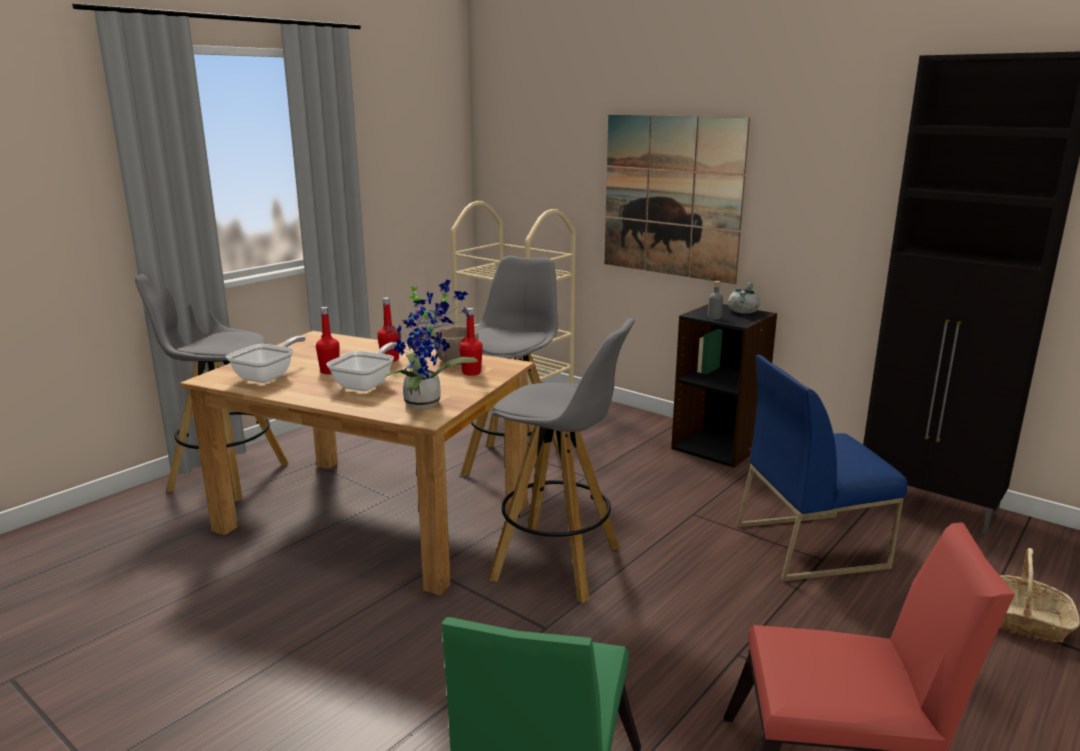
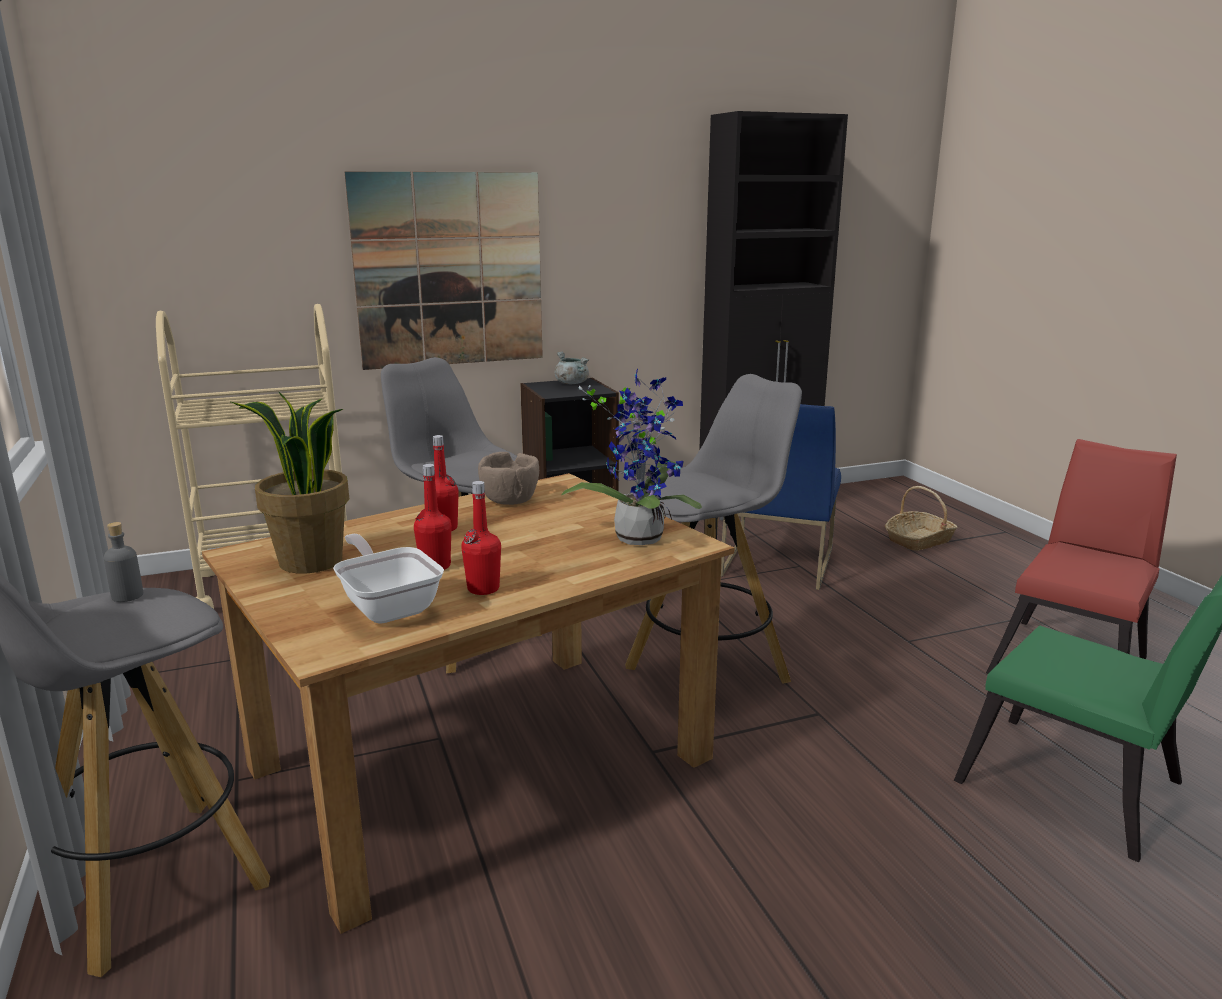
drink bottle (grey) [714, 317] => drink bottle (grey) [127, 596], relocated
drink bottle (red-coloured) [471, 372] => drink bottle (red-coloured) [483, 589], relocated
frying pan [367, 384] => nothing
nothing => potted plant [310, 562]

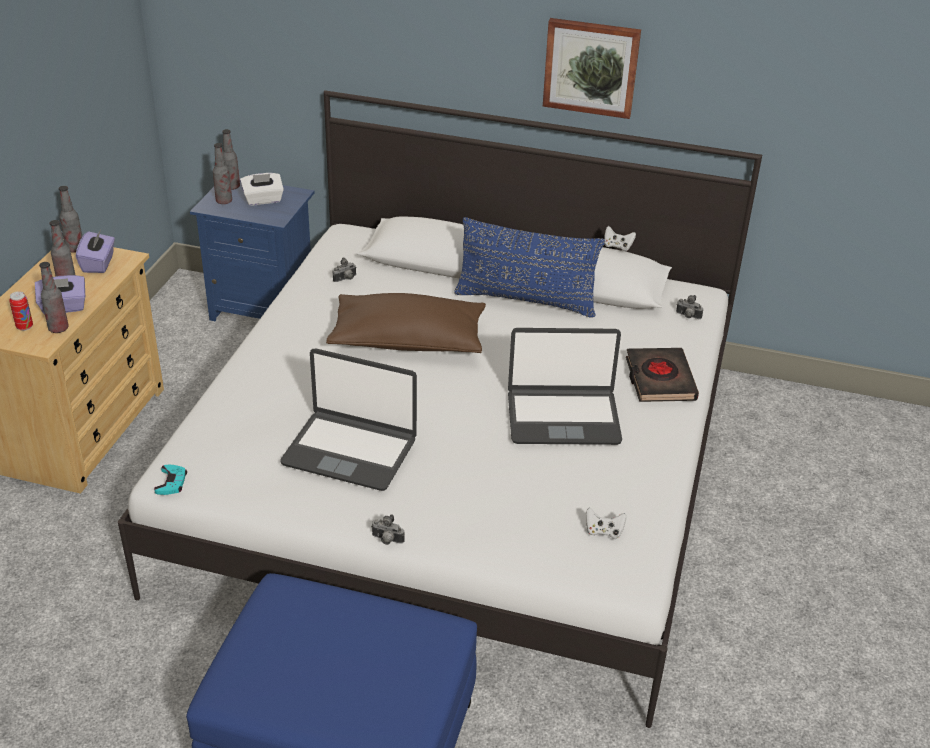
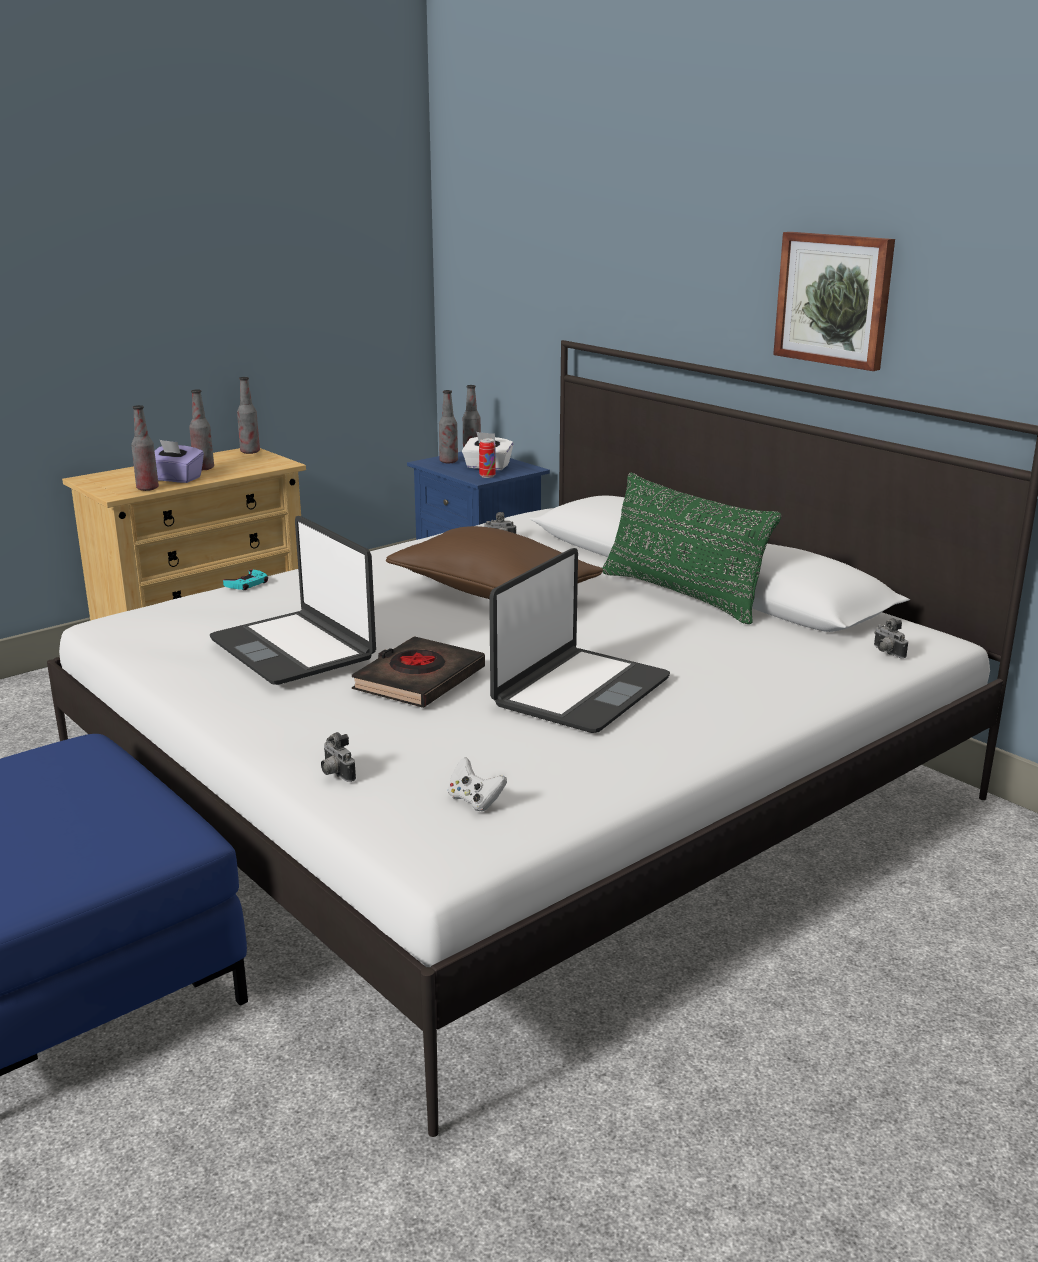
throw pillow (bluish) [526, 300] => throw pillow (green) [682, 594]
game controller (white) [617, 246] => nothing
tissue box (purple) [98, 263] => nothing
can [24, 327] => can [487, 476], relocated
notebook computer [563, 417] => notebook computer [579, 691], 90 degrees counterclockwise
volume (black-coloured) [659, 380] => volume (black-coloured) [419, 680], relocated
game controller (blue-green) [171, 482] => game controller (blue-green) [247, 584], relocated
photo camera [386, 540] => photo camera [335, 774], relocated

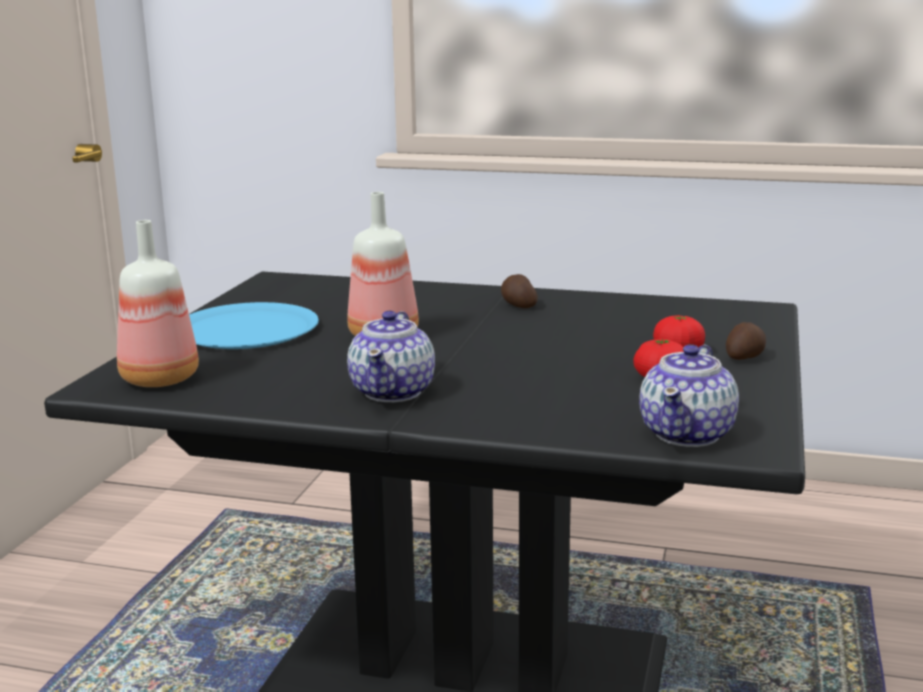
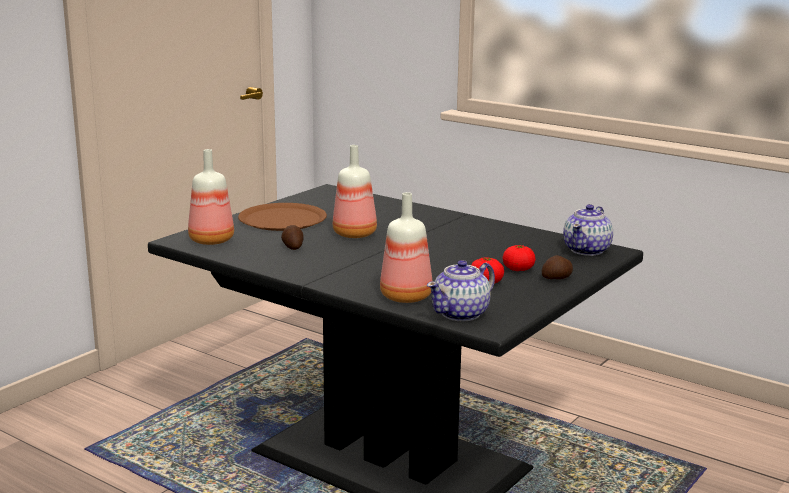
spud [518, 305] => spud [292, 246], relocated
dinner plate (bluish) [247, 329] => dinner plate (brownish) [282, 219]
tea pot [393, 391] => tea pot [587, 250], relocated
nothing => drink bottle [407, 296]

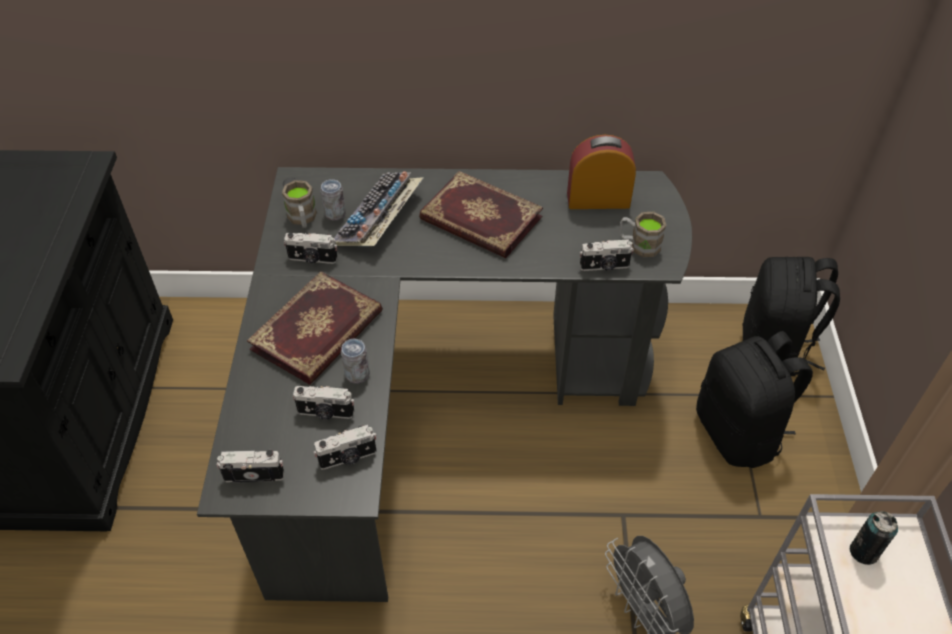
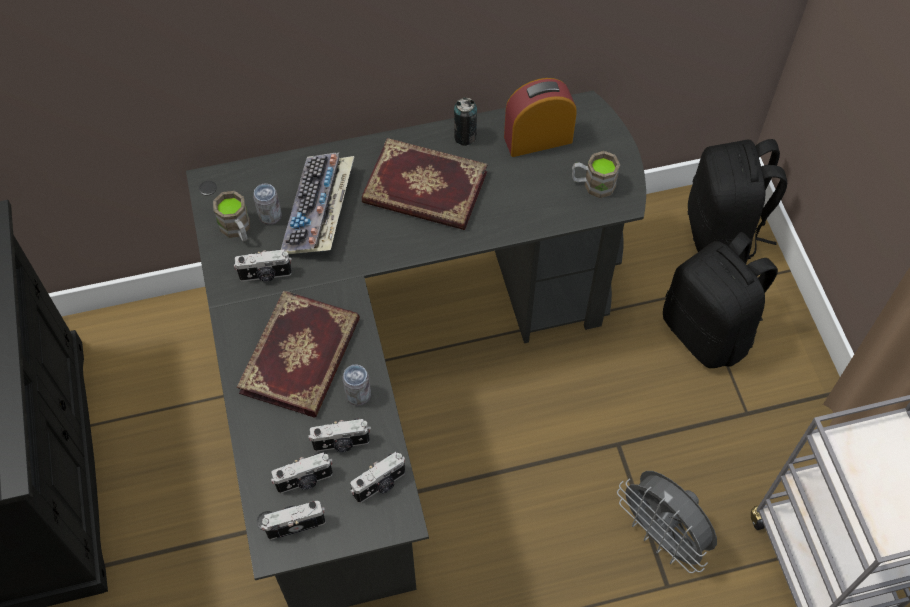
photo camera [604, 266] => photo camera [305, 481], relocated
can [863, 551] => can [465, 137], relocated

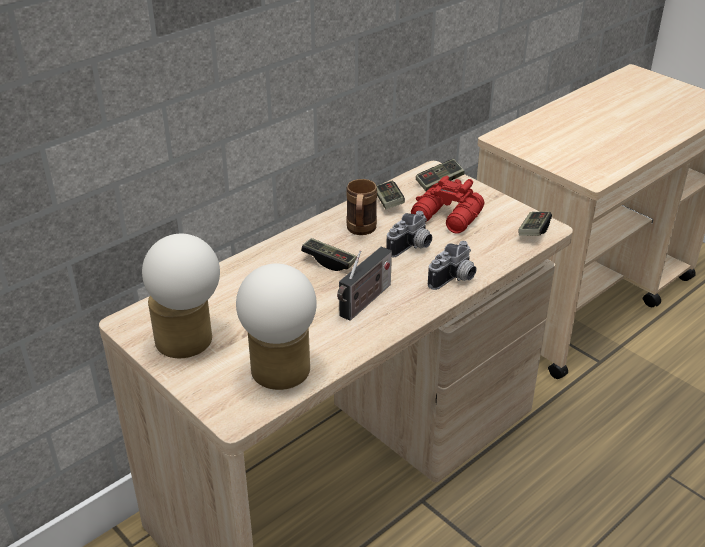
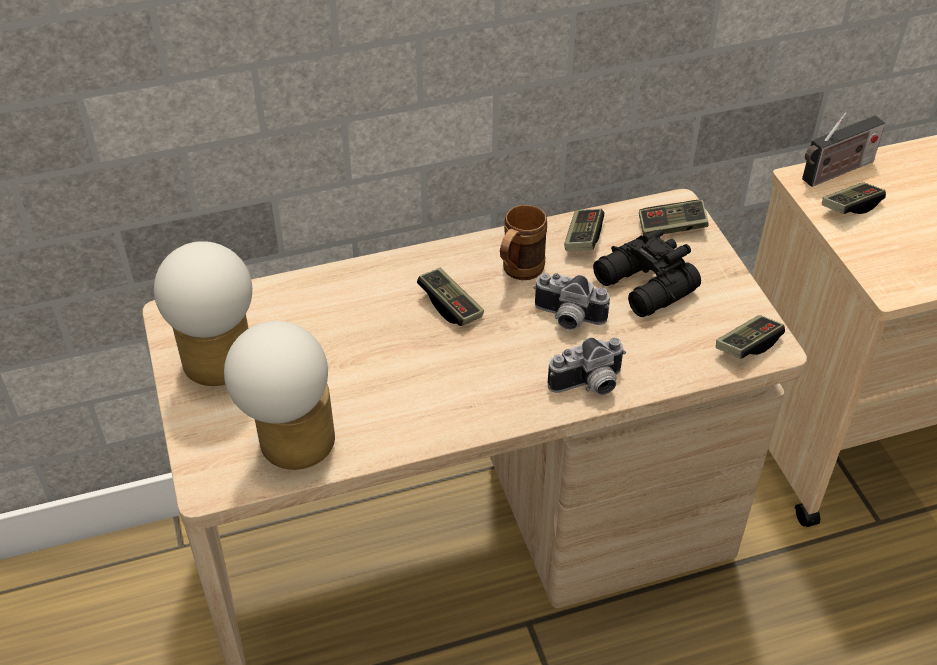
pair of binoculars (red-coloured) [447, 218] => pair of binoculars (black-coloured) [644, 287]
photo camera [412, 247] => photo camera [567, 319], 45 degrees clockwise
radio receiver [364, 302] => radio receiver [835, 172], relocated
nothing => game controller [850, 207]

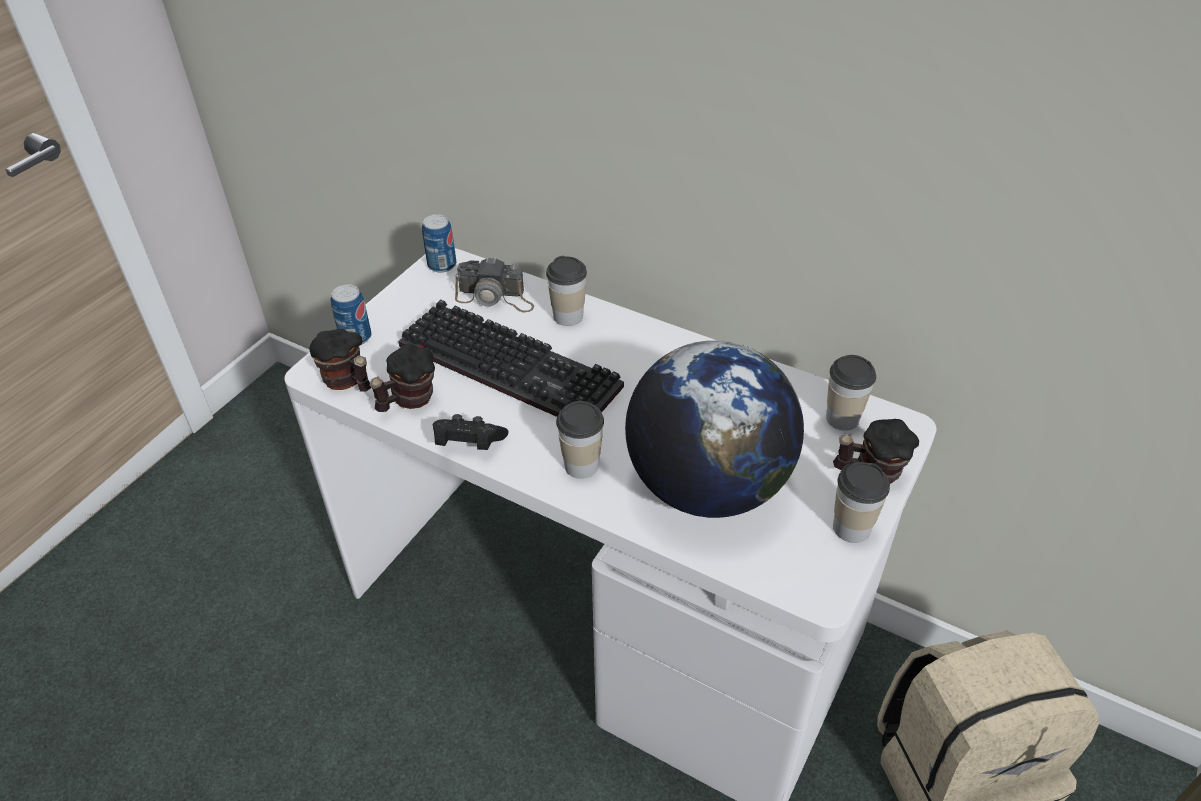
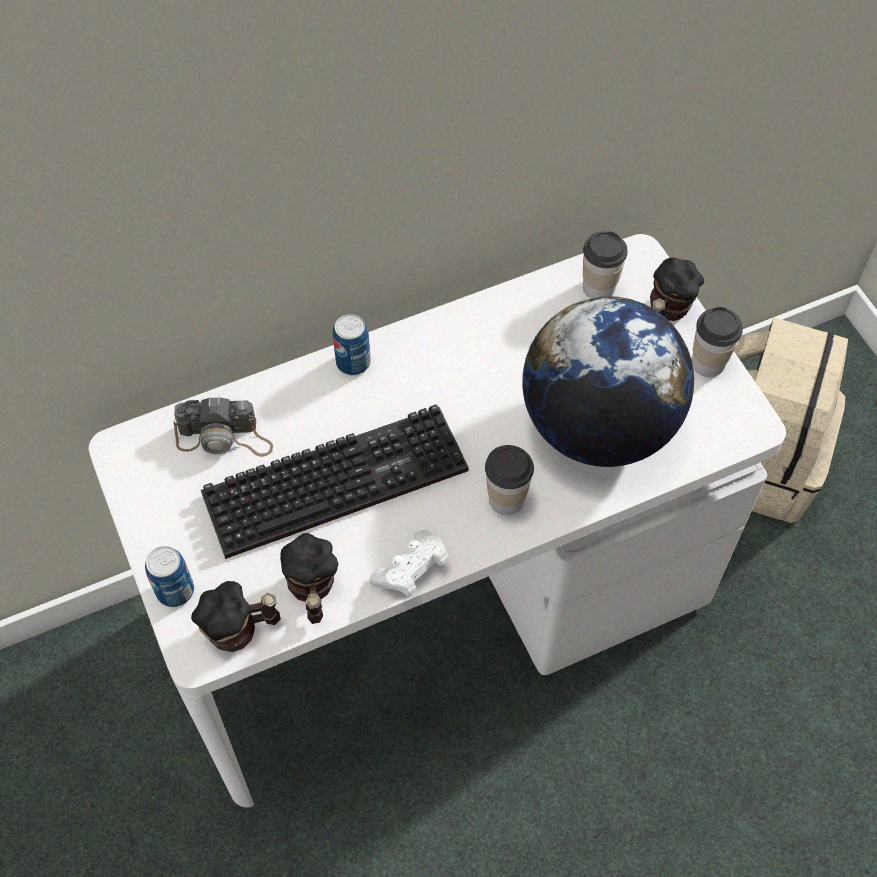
can [442, 265] => can [353, 362], relocated
cup [568, 316] => nothing
photo camera [495, 298] => photo camera [224, 437], 45 degrees clockwise
game controller (black-coloured) [468, 444] => game controller (white) [411, 571]

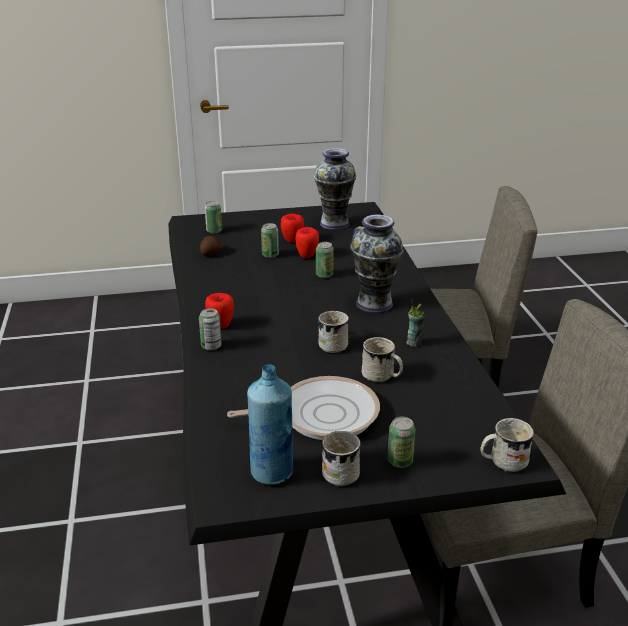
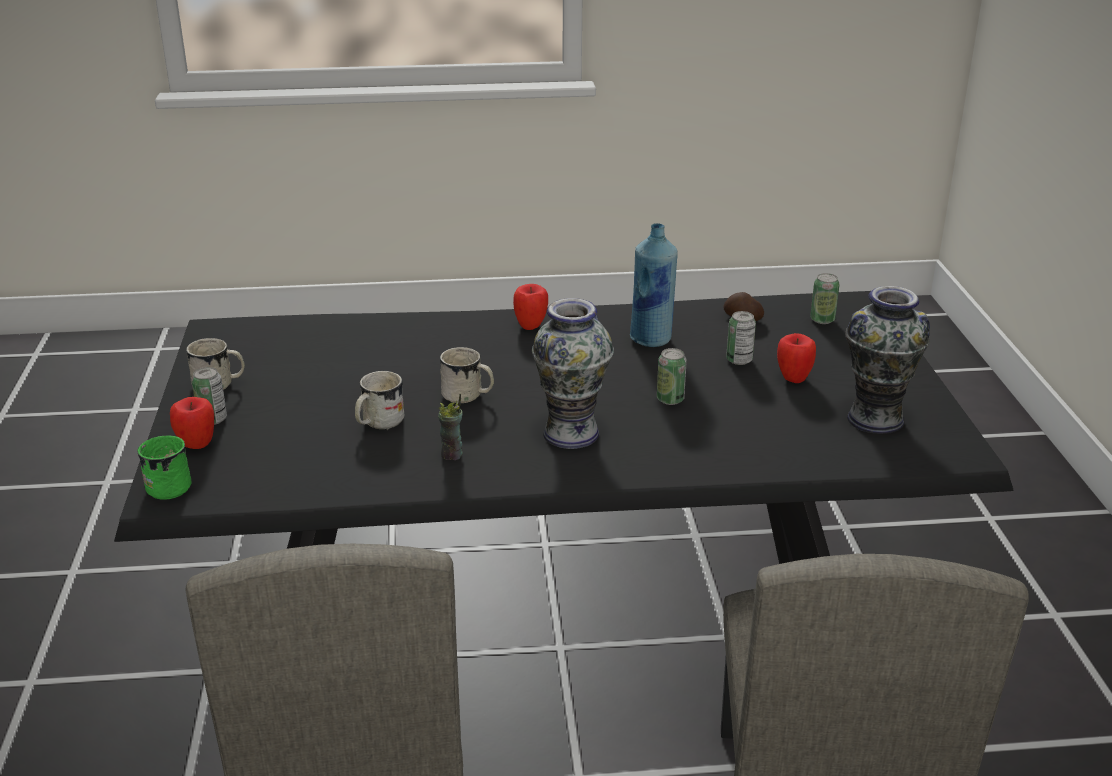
apple fruit [307, 256] => apple fruit [197, 445], relocated
can [211, 346] => nothing
drink bottle (bluish) [272, 472] => drink bottle (bluish) [651, 339], relocated
frying pan [322, 415] => nothing
mug (white) [502, 461] => mug (green) [171, 484]

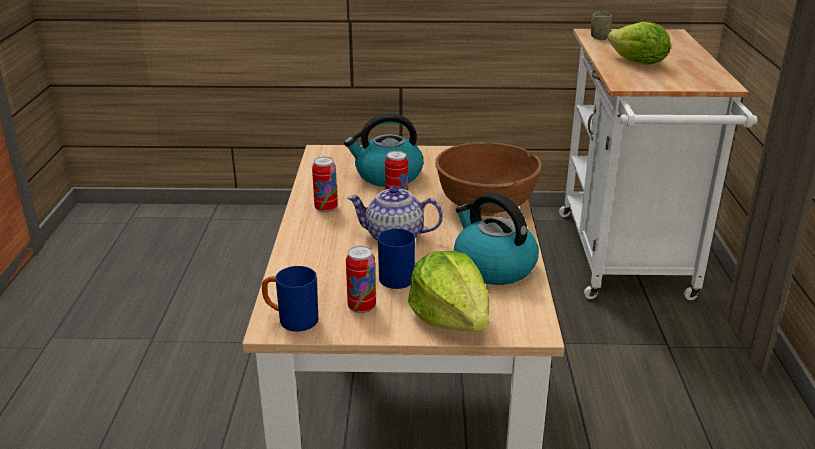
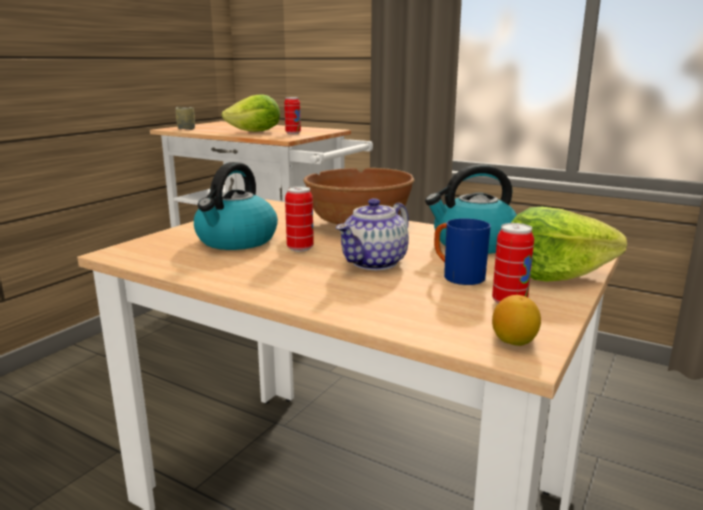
can [326, 208] => can [293, 133], relocated
mug (bluish) [291, 320] => citrus fruit [514, 342]

